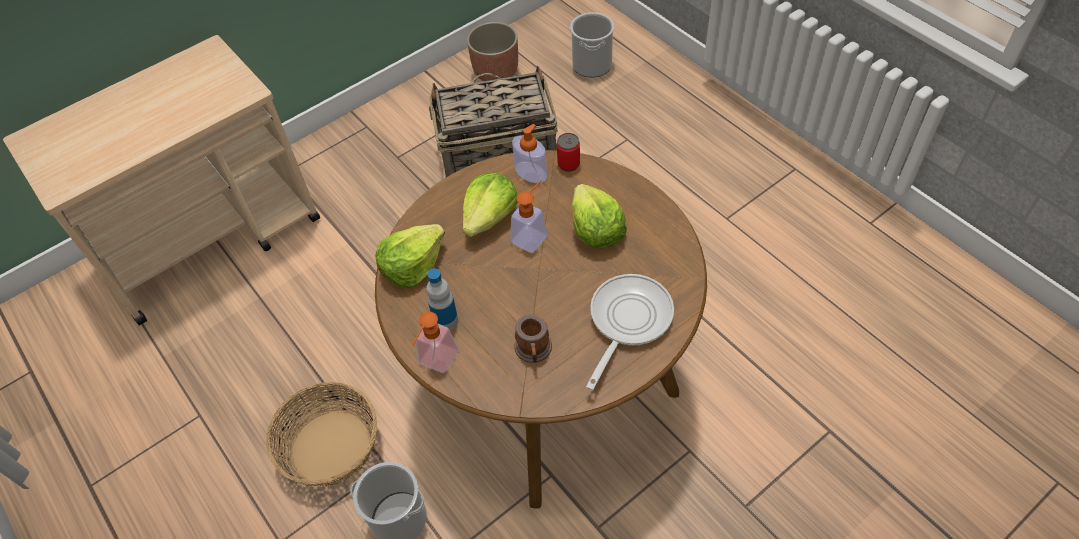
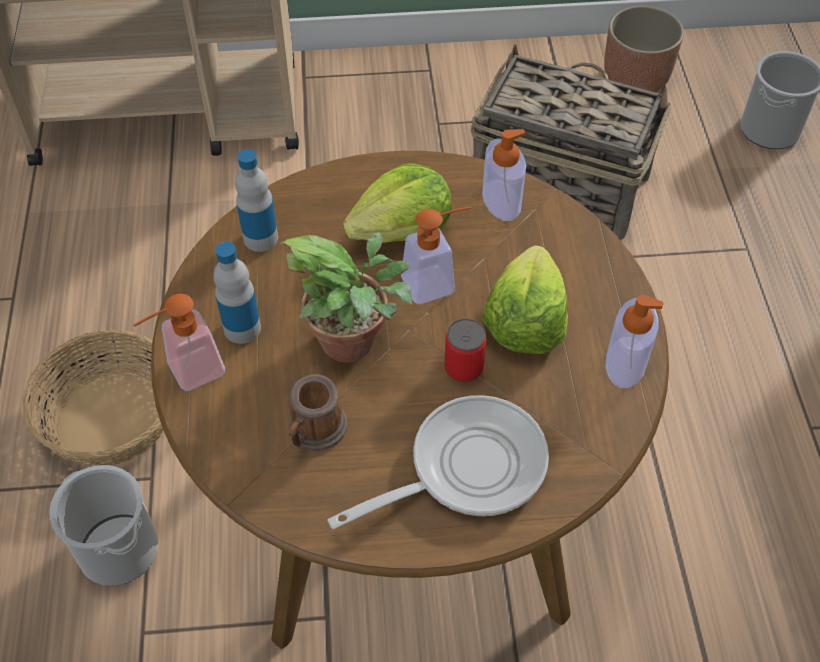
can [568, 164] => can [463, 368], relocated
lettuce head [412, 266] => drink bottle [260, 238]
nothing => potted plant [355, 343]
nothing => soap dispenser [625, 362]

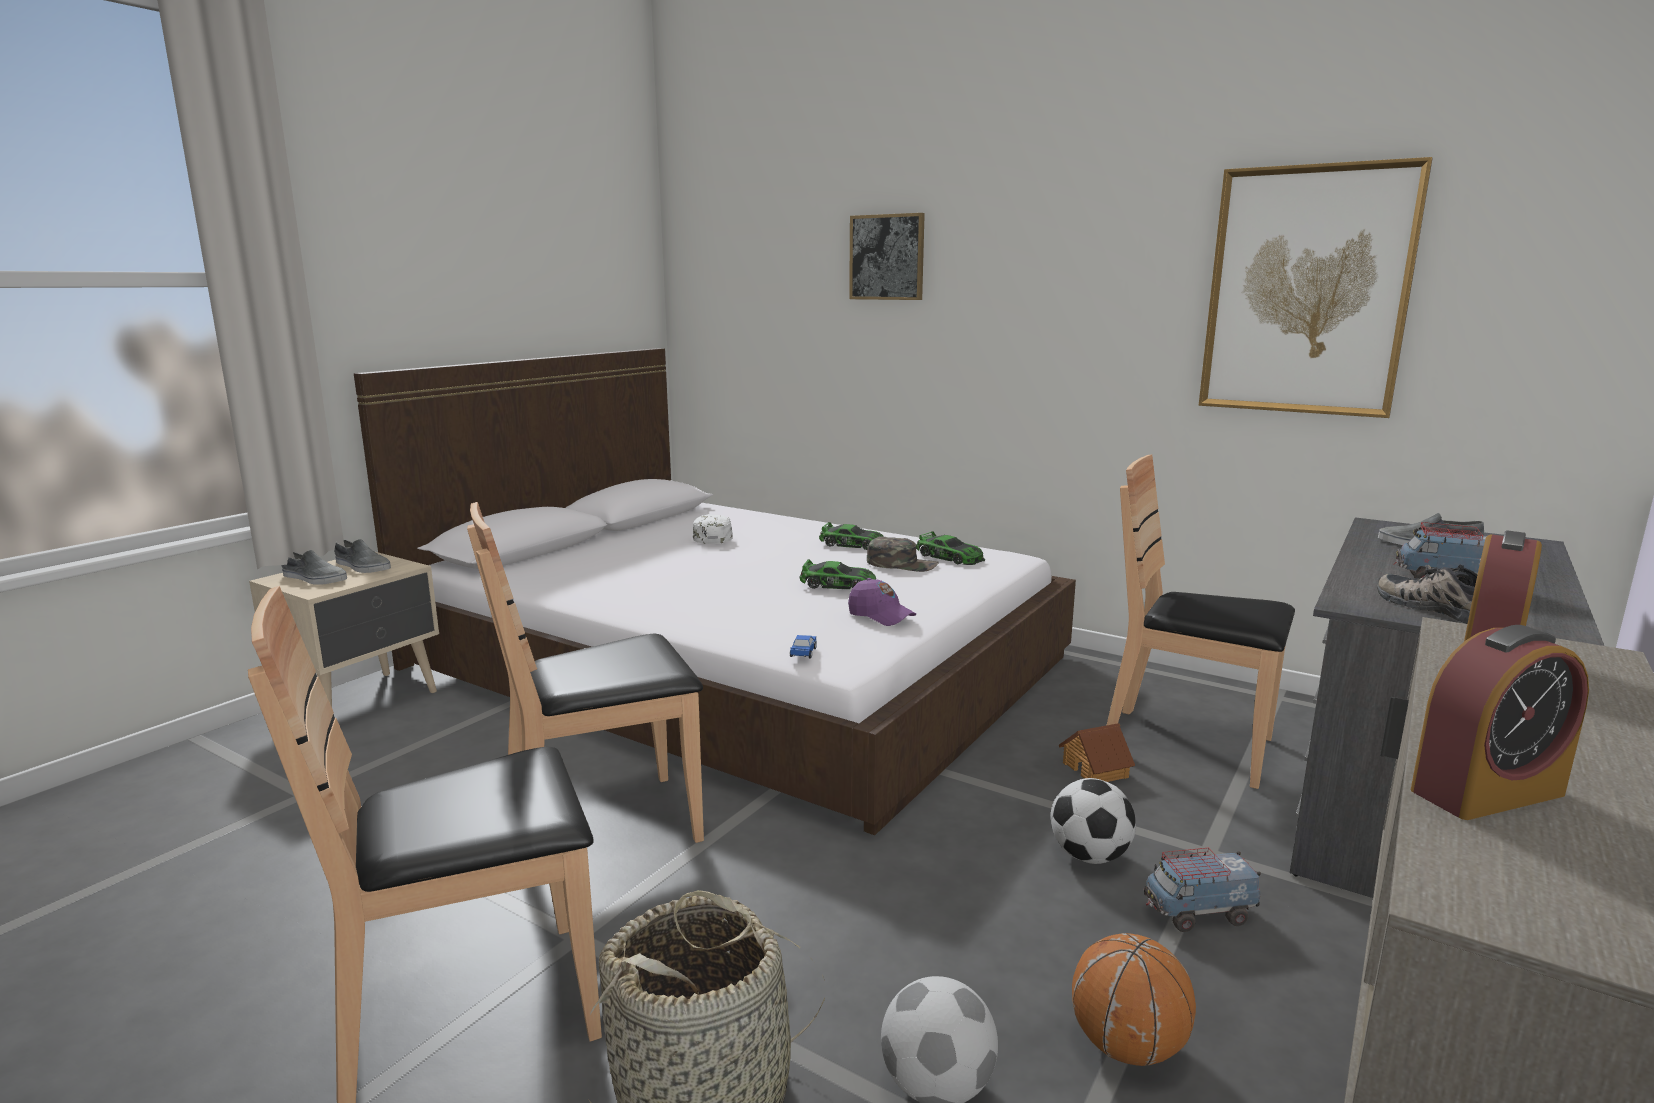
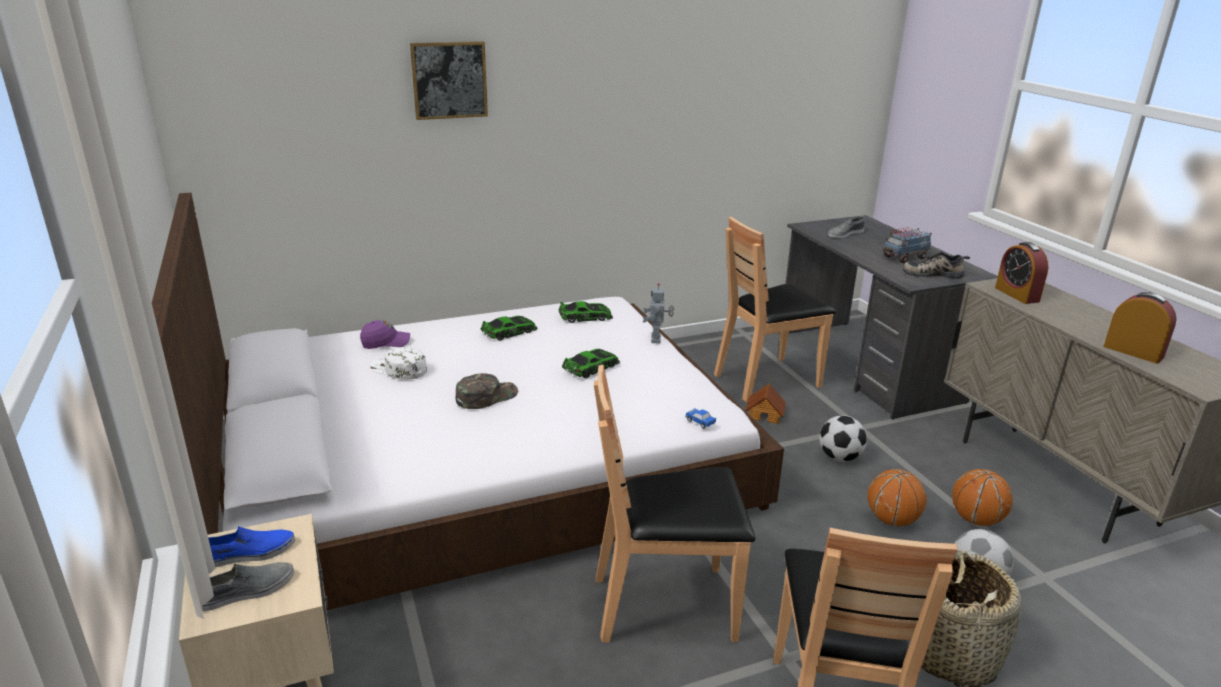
wall art [1306, 291] => nothing
upright chair (brownish) [605, 826] => upright chair (brownish) [665, 606], 75 degrees clockwise
peaked cap (green) [902, 564] => peaked cap (green) [486, 396], relocated
shoe (grey) [362, 566] => shoe (bluish) [249, 554]
peaked cap (purple) [881, 616] => peaked cap (purple) [386, 343], relocated
alarm clock [1487, 792] => alarm clock [1133, 352], 60 degrees counterclockwise
toy truck [1198, 913] => nothing
nothing => robot figure [657, 339]
nothing => basketball [891, 520]

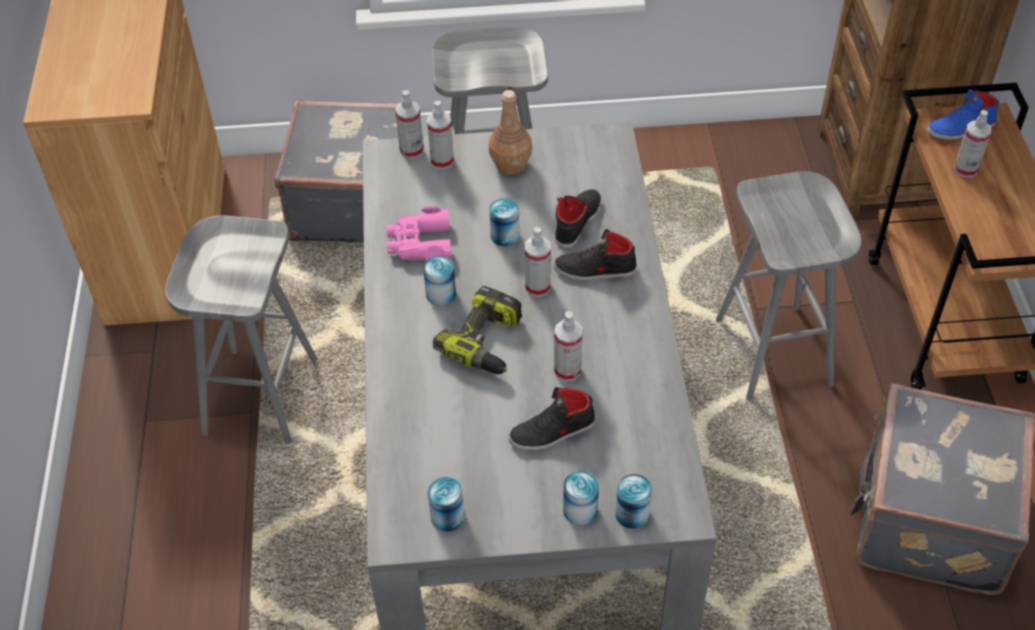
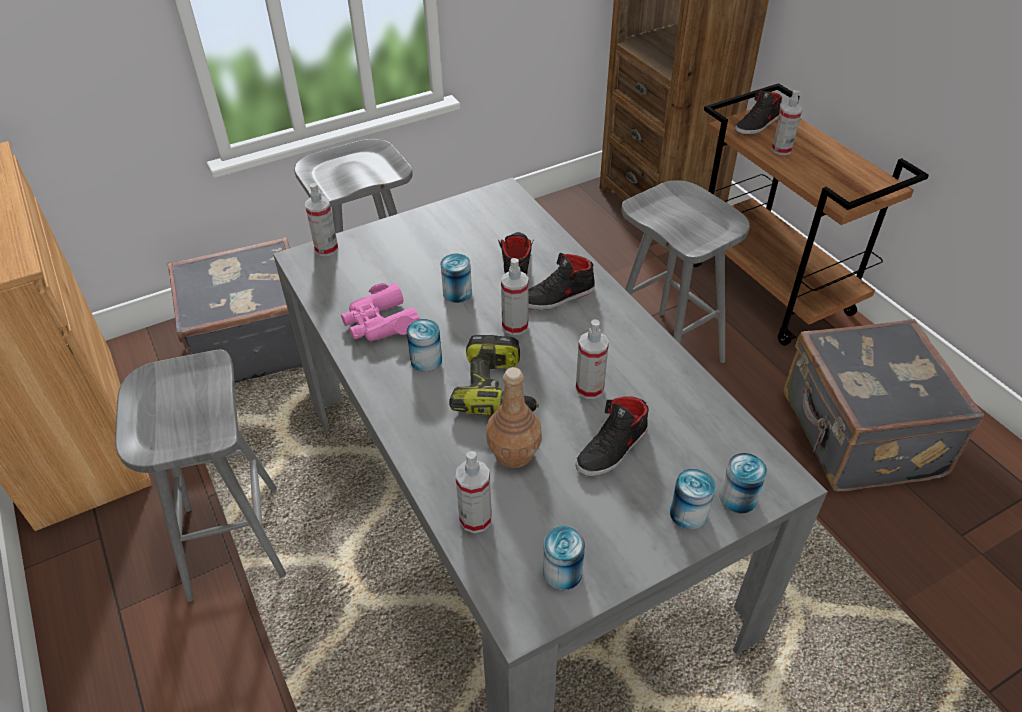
shoe (bluish) [961, 129] => shoe (black-coloured) [757, 125]
drink bottle (brownish) [510, 164] => drink bottle (brownish) [514, 452], relocated
sprayer [442, 161] => sprayer [475, 519], relocated

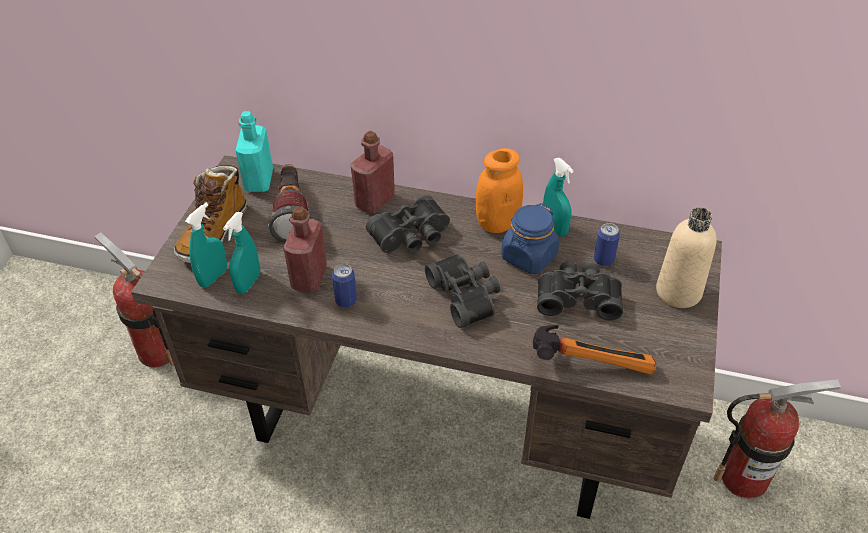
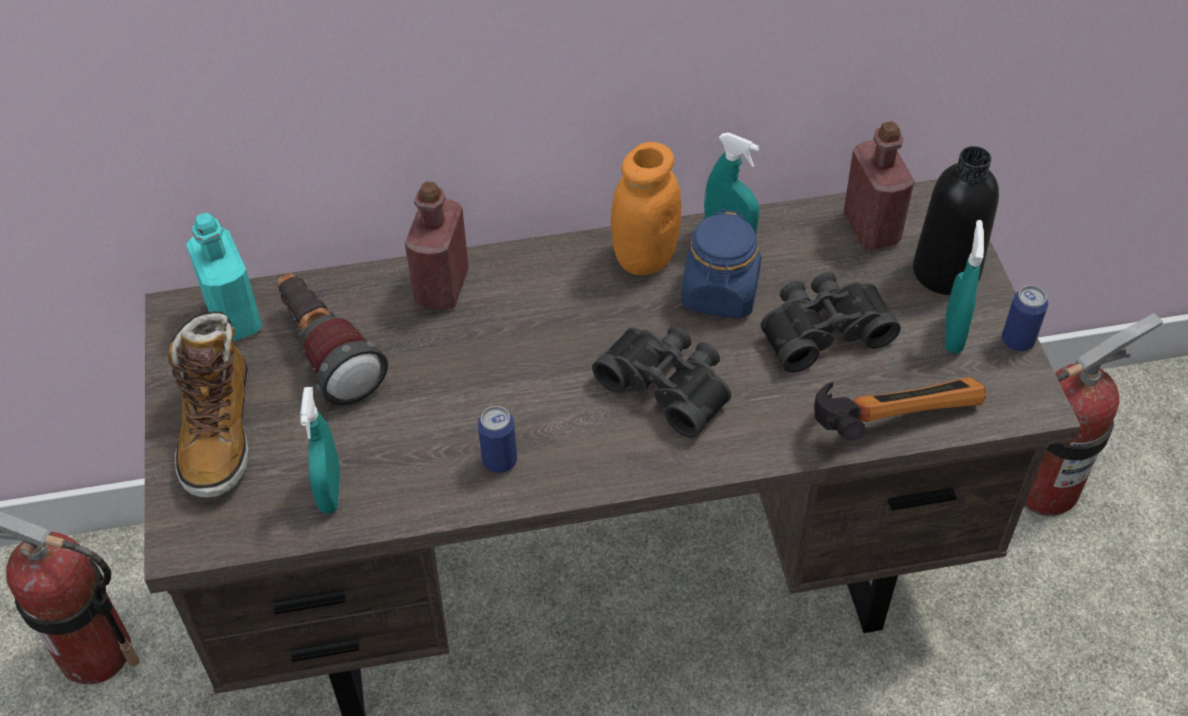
pair of binoculars (black-coloured) [412, 237] => nothing
sprayer (blue-green) [213, 277] => sprayer (blue-green) [953, 334], relocated
drink bottle (red-coloured) [309, 277] => drink bottle (red-coloured) [871, 228], relocated
drink bottle (sand-coloured) [678, 292] => drink bottle (black-coloured) [946, 271]
can [603, 260] => can [1017, 341], relocated

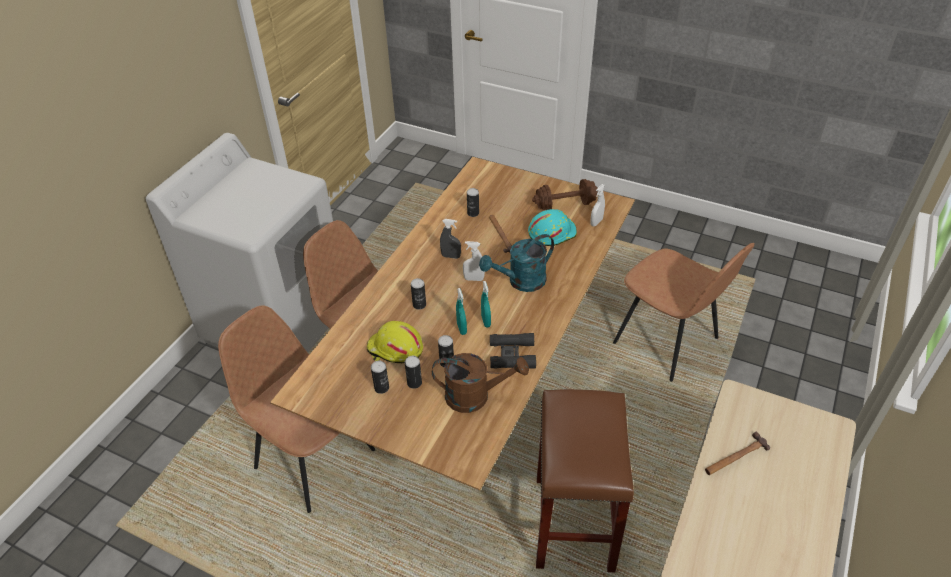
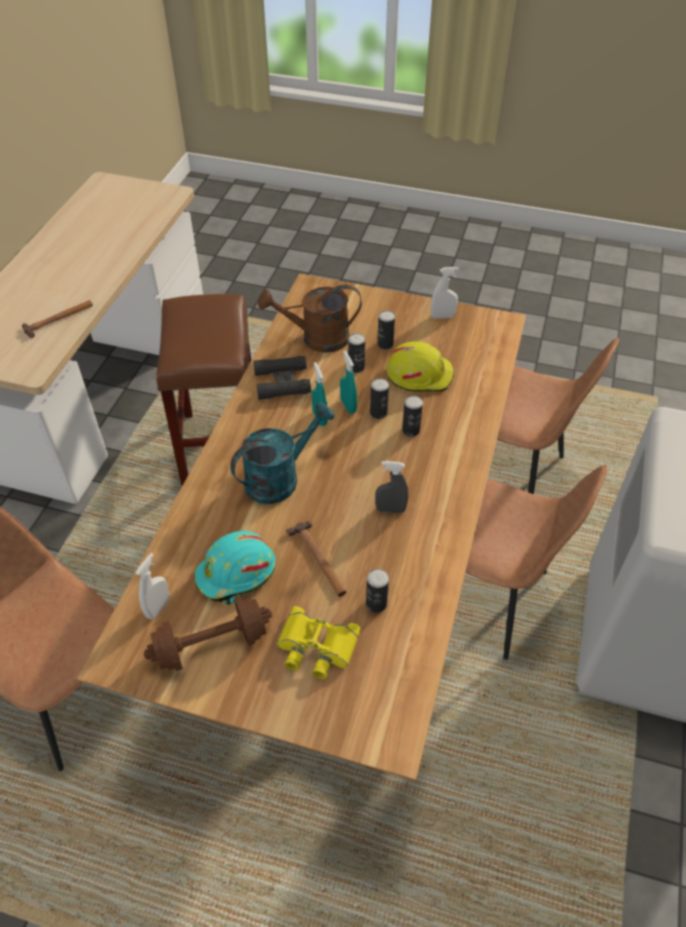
sprayer (white) [474, 279] => sprayer (white) [442, 316], relocated
can [381, 388] => can [378, 413], relocated
nothing => pair of binoculars (yellowish) [315, 647]

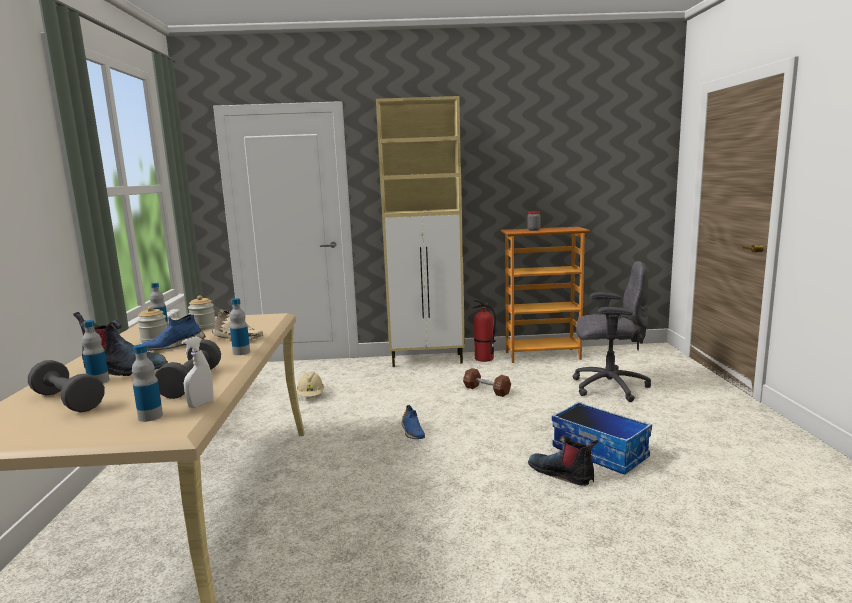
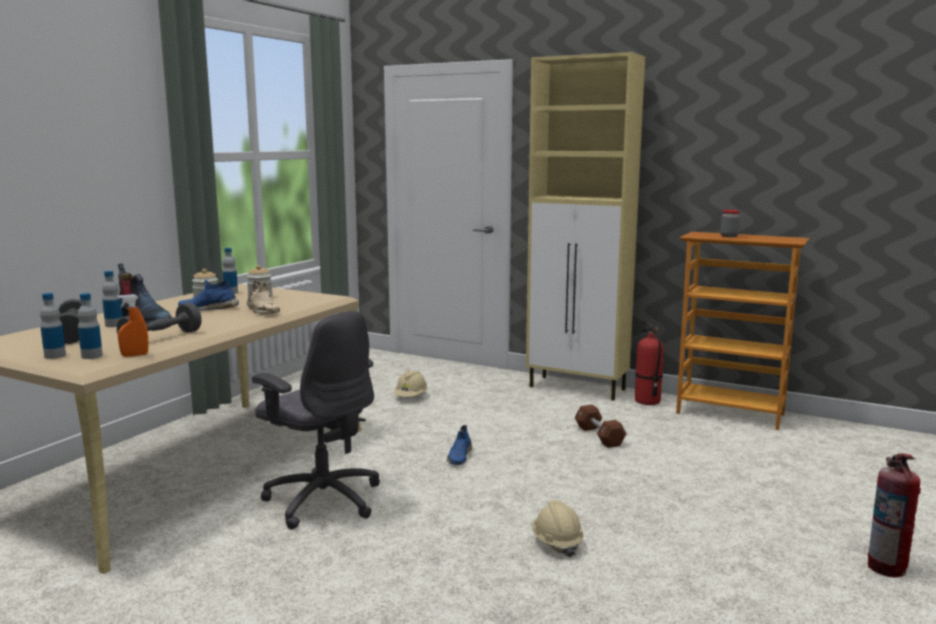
office chair (grey) [608, 387] => office chair (grey) [323, 500], relocated
drink bottle [241, 352] => drink bottle [55, 356], relocated
sprayer (white) [201, 404] => sprayer (orangey) [134, 355]
storage container [600, 453] => nothing
high-top boot [562, 474] => hard hat (sand-coloured) [556, 543]
nothing => extinguisher [887, 567]

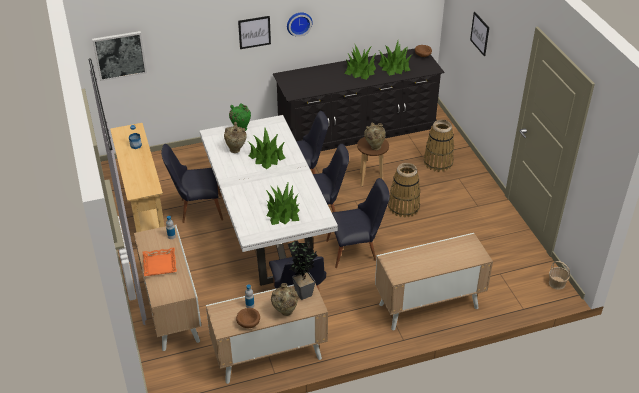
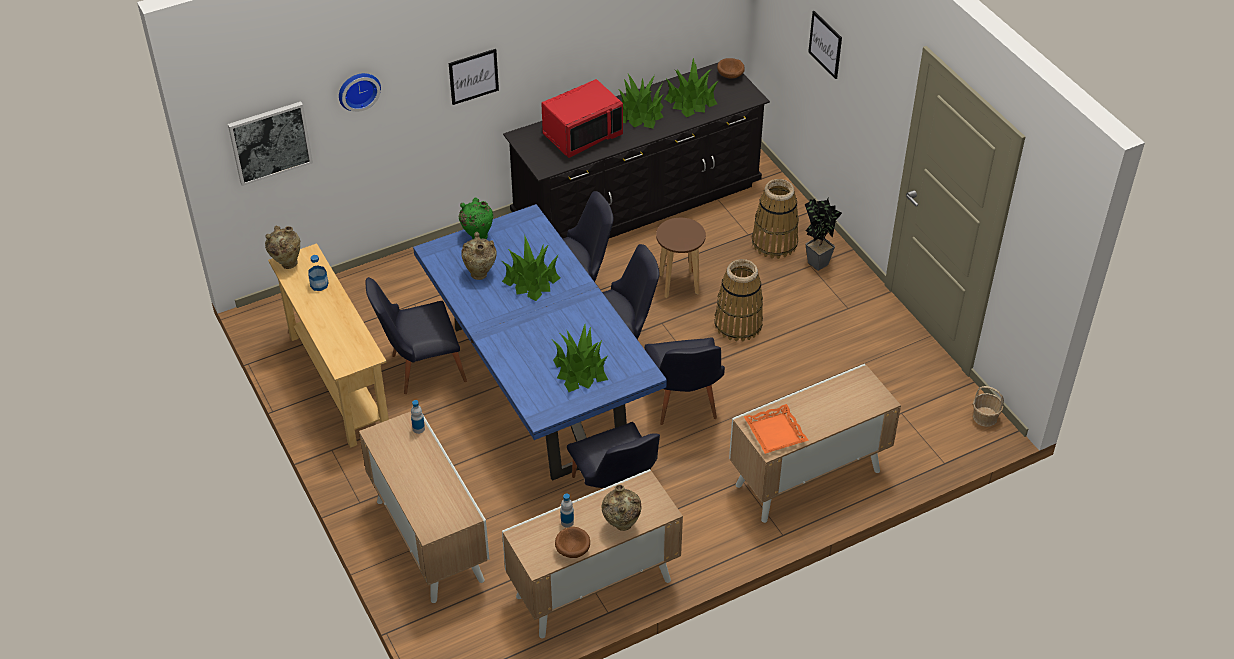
wall clock [298, 23] => wall clock [358, 90], relocated
kitchen table (white) [266, 229] => kitchen table (bluish) [538, 387]
flower vase (sand-coloured) [374, 147] => flower vase (sand-coloured) [286, 263], relocated
upright chair (black-coloured) [357, 250] => upright chair (black-coloured) [683, 404], 105 degrees clockwise
potted plant [304, 291] => potted plant [817, 261], relocated
carrying tray (orangey) [160, 264] => carrying tray (orangey) [776, 432], relocated
nothing => microwave oven (red-coloured) [582, 134]

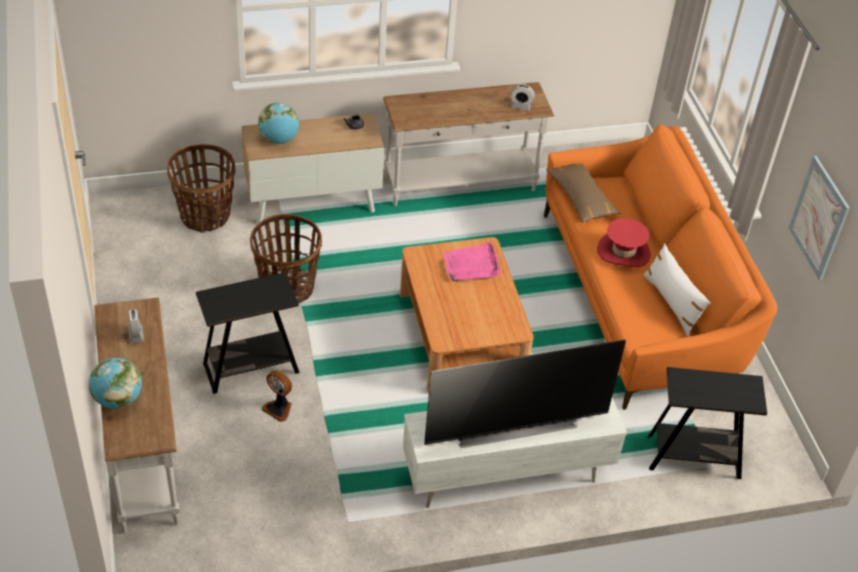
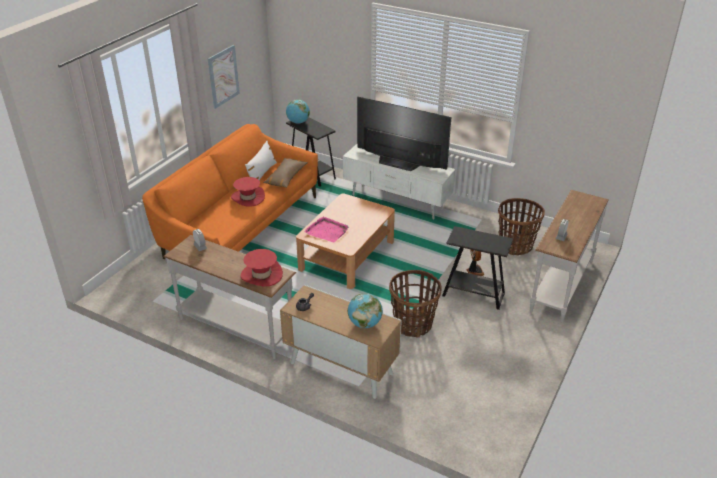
household basket [205, 215] => household basket [515, 246], relocated
throw pillow (brownish) [581, 198] => throw pillow (brownish) [286, 177], relocated
globe [118, 399] => globe [298, 122], relocated
nothing => hat (red-coloured) [261, 275]

